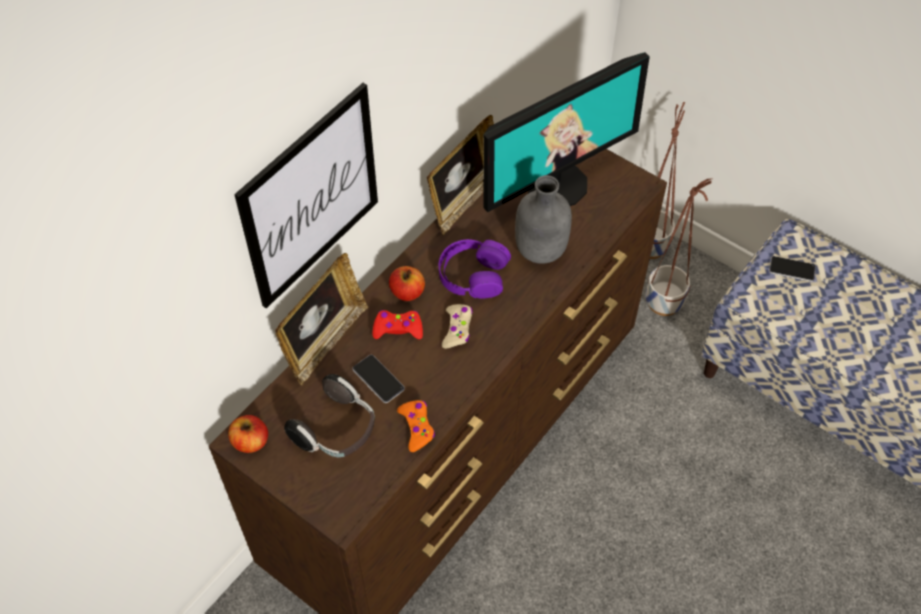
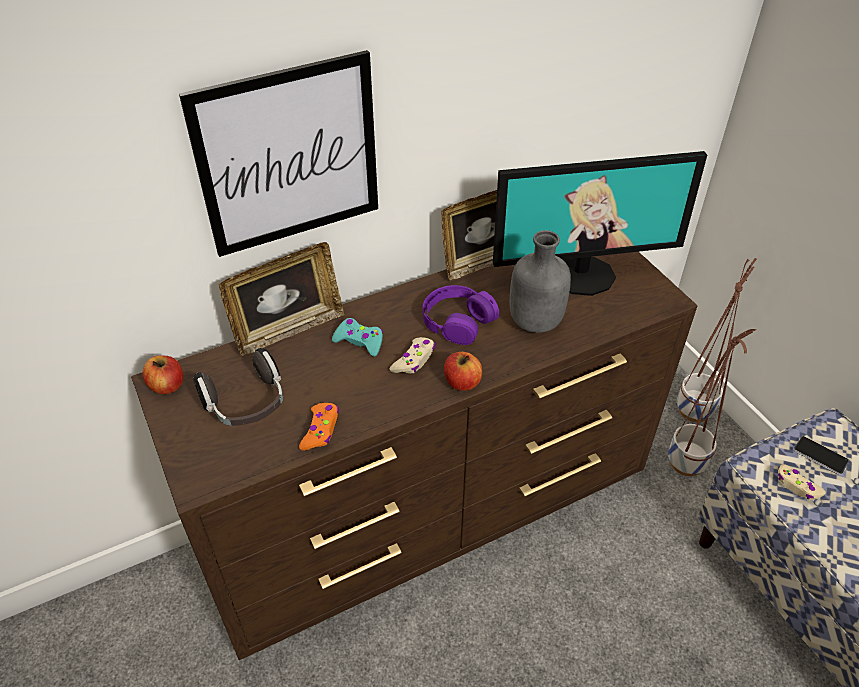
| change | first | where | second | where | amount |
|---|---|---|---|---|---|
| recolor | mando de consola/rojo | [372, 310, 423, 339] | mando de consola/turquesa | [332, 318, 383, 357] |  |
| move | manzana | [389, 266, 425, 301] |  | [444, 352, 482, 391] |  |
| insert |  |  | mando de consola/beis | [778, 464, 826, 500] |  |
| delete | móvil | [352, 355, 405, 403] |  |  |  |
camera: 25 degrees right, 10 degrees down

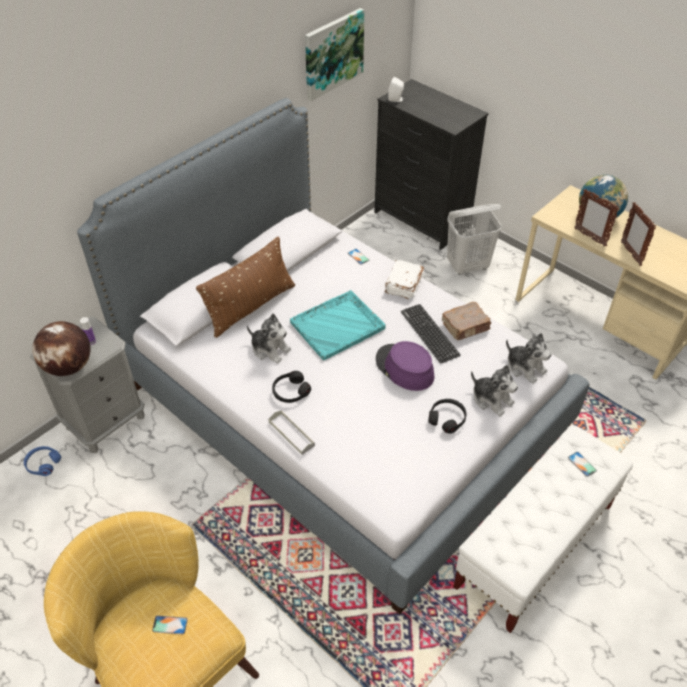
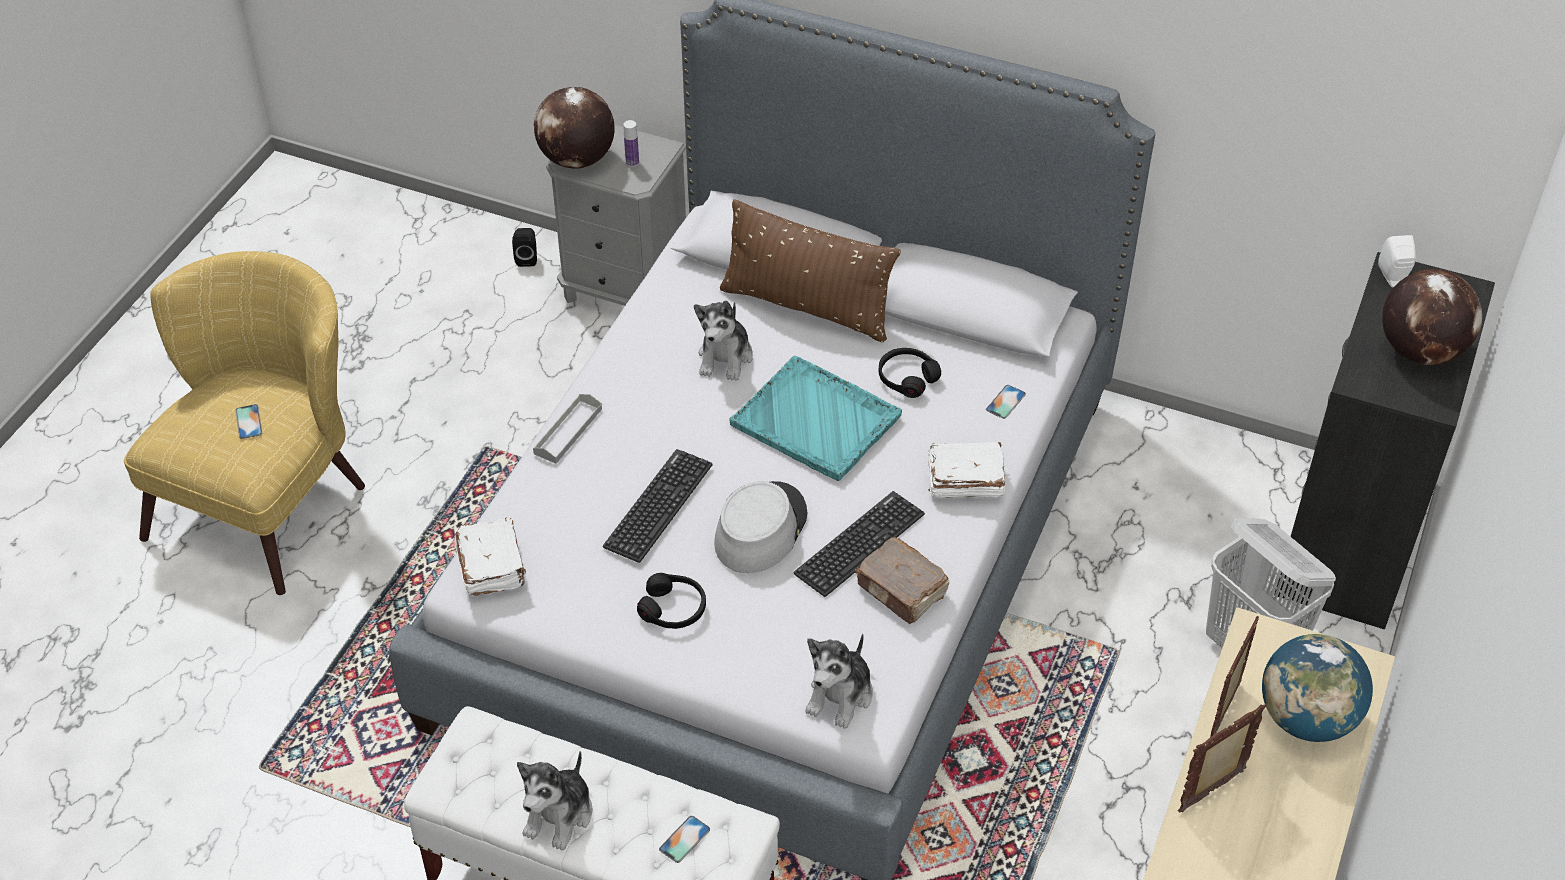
| change | first | where | second | where | amount |
|---|---|---|---|---|---|
| insert |  |  | libro/blanco | [454, 517, 526, 596] |  |
| replace | auriculares/azul | [24, 446, 61, 476] | altavoz/negro | [512, 228, 537, 267] |  |
| move | peluche | [471, 365, 518, 416] |  | [517, 751, 593, 851] |  |
| insert |  |  | teclado | [603, 449, 713, 563] |  |
| recolor | sombrero/morado | [376, 341, 434, 391] | sombrero/gris | [714, 481, 807, 573] |  |
| move | auriculares/negro | [272, 371, 311, 403] |  | [879, 348, 941, 398] |  |
| insert |  |  | globo terráqueo | [1382, 269, 1482, 365] |  |
| delete | cuadro | [305, 8, 364, 101] |  |  |  |
camera: 70 degrees right, 0 degrees up

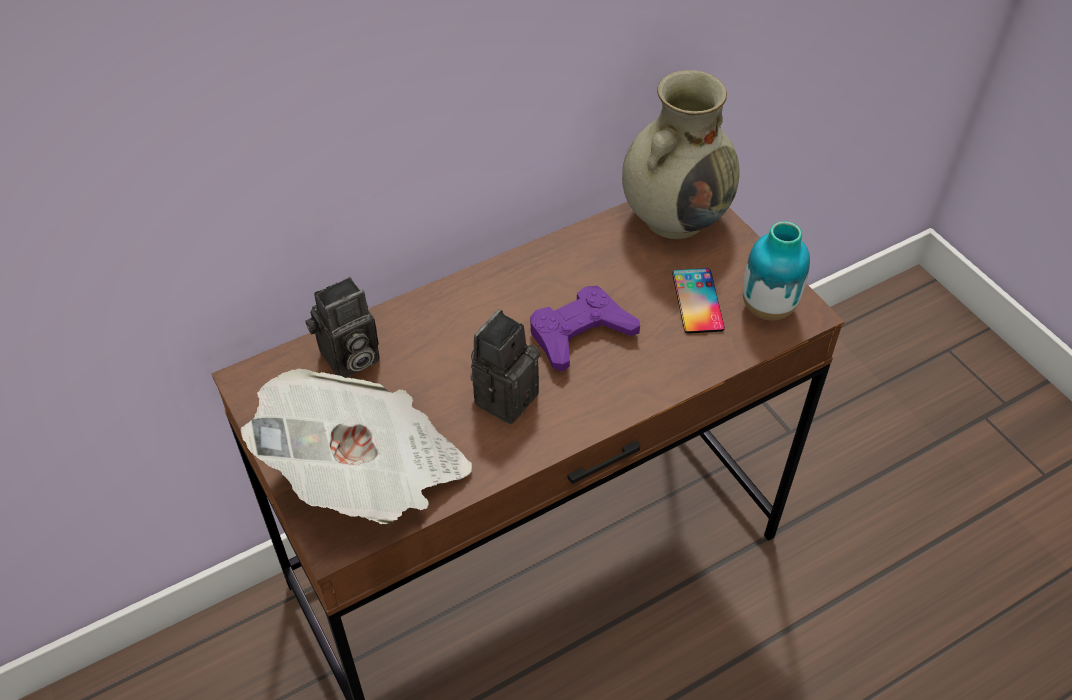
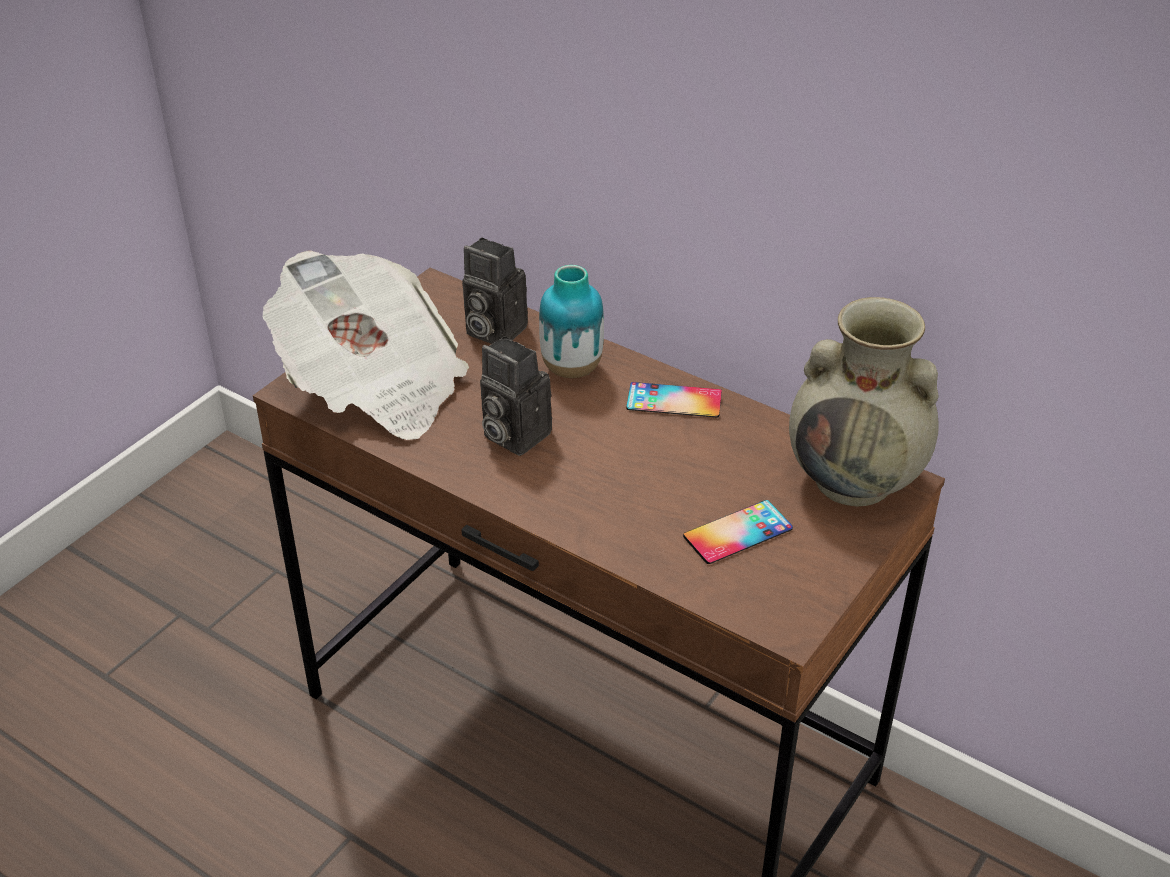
| change | first | where | second | where | amount |
|---|---|---|---|---|---|
| rotate | cámara | [470, 309, 540, 424] |  | [480, 336, 552, 456] | 150 degrees counterclockwise |
| move | florero | [743, 221, 810, 321] |  | [539, 265, 604, 378] |  |
| insert |  |  | móvil | [626, 382, 722, 418] |  |
| delete | mando de consola/morado | [530, 286, 640, 372] |  |  |  |
camera: 65 degrees right, 10 degrees down

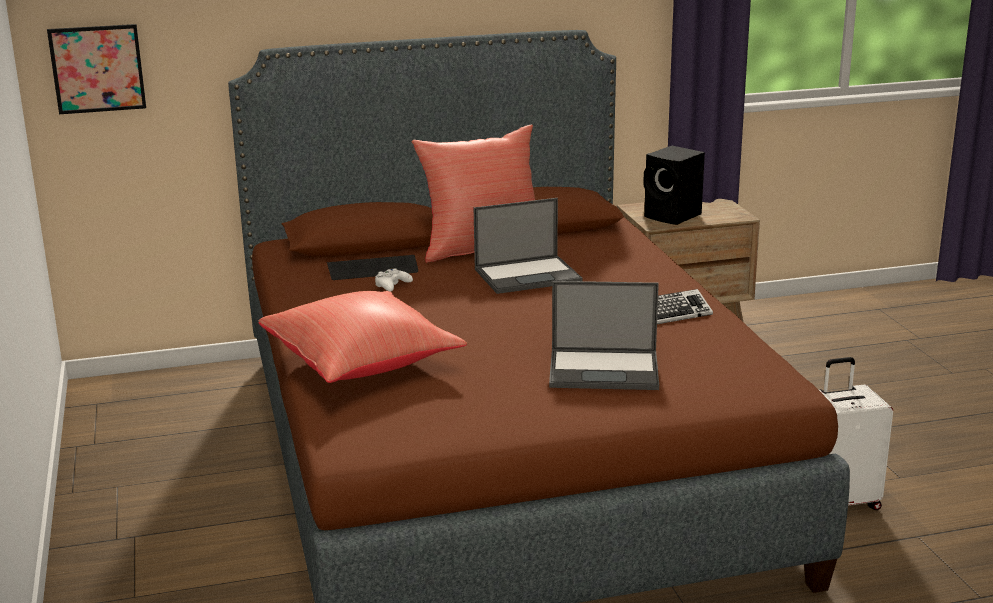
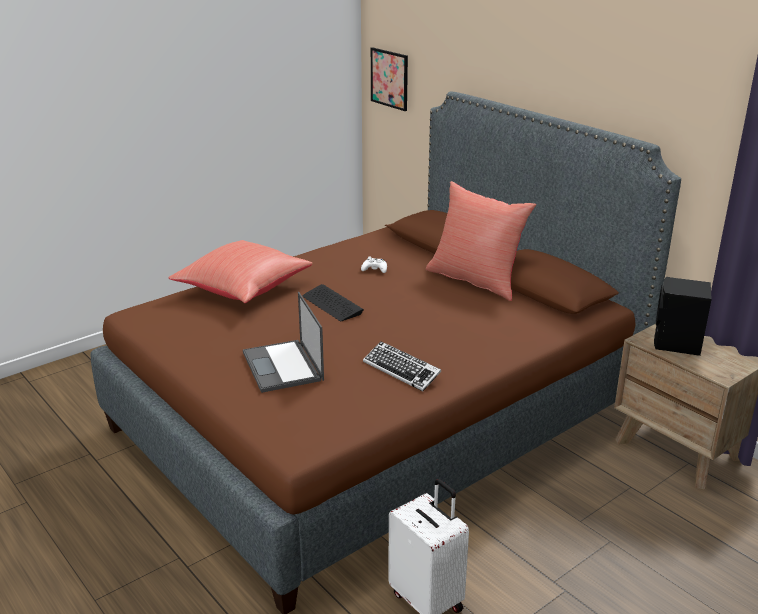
| change | first | where | second | where | amount |
|---|---|---|---|---|---|
| move | teclado | [327, 255, 418, 280] |  | [302, 284, 364, 321] |  |
| delete | portátil | [474, 198, 583, 294] |  |  |  |
camera: 65 degrees right, 5 degrees up

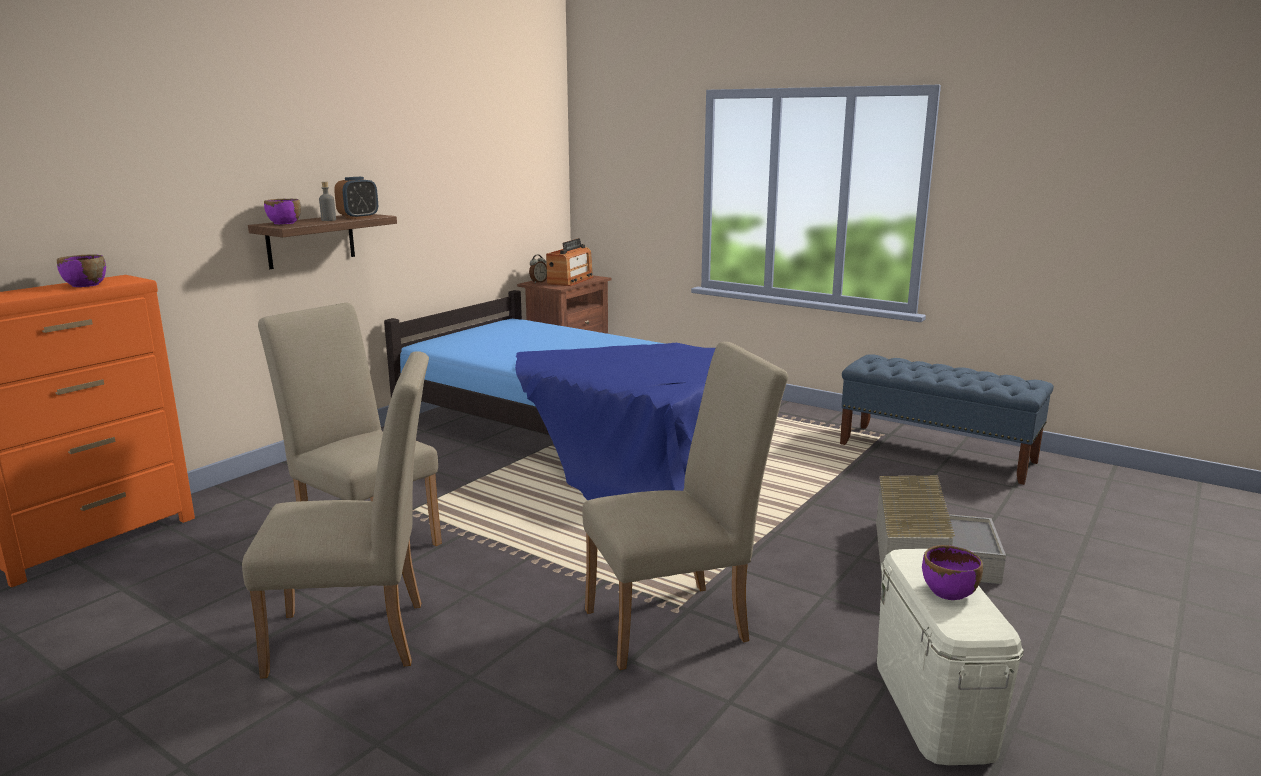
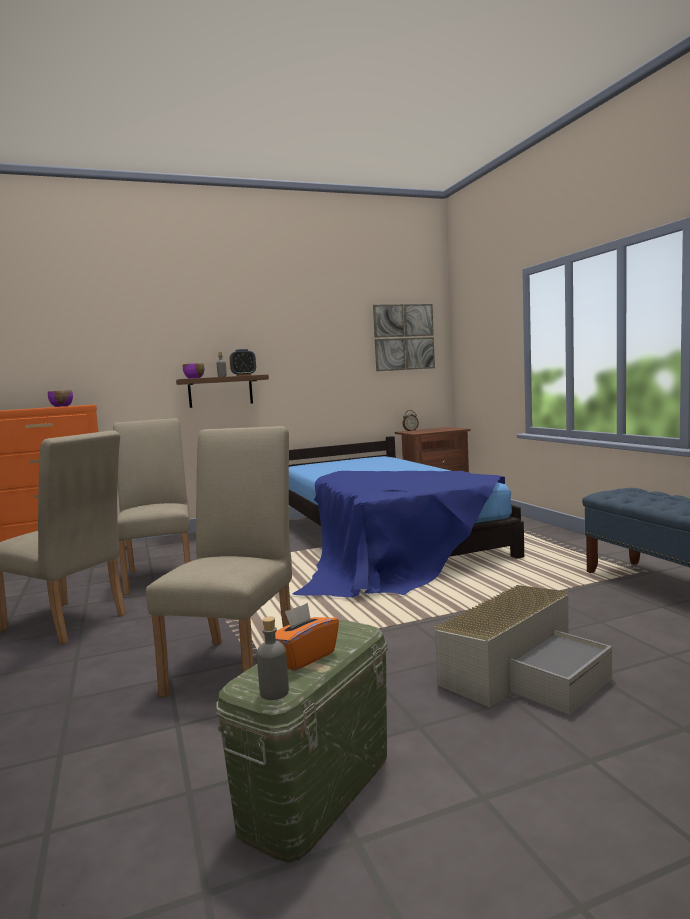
| change | first | where | second | where | amount |
|---|---|---|---|---|---|
| rotate | silla/beis | [583, 342, 788, 670] |  | [146, 426, 292, 697] | 90 degrees counterclockwise |
| recolor | caja de almacenaje/blanco | [877, 549, 1023, 765] | caja de almacenaje/verde | [216, 619, 387, 863] |  |
| insert |  |  | botella/gris | [257, 617, 289, 700] |  |
| replace | cuenco/morado | [922, 545, 983, 600] | caja de pañuelos/naranja | [275, 603, 339, 671] |  |
| insert |  |  | cuadro | [373, 304, 435, 371] |  |
| delete | radio | [546, 238, 593, 286] |  |  |  |
camera: 35 degrees right, 10 degrees down

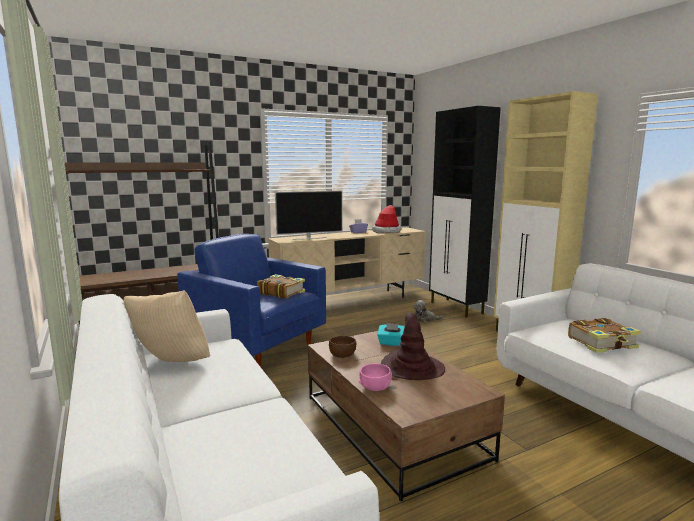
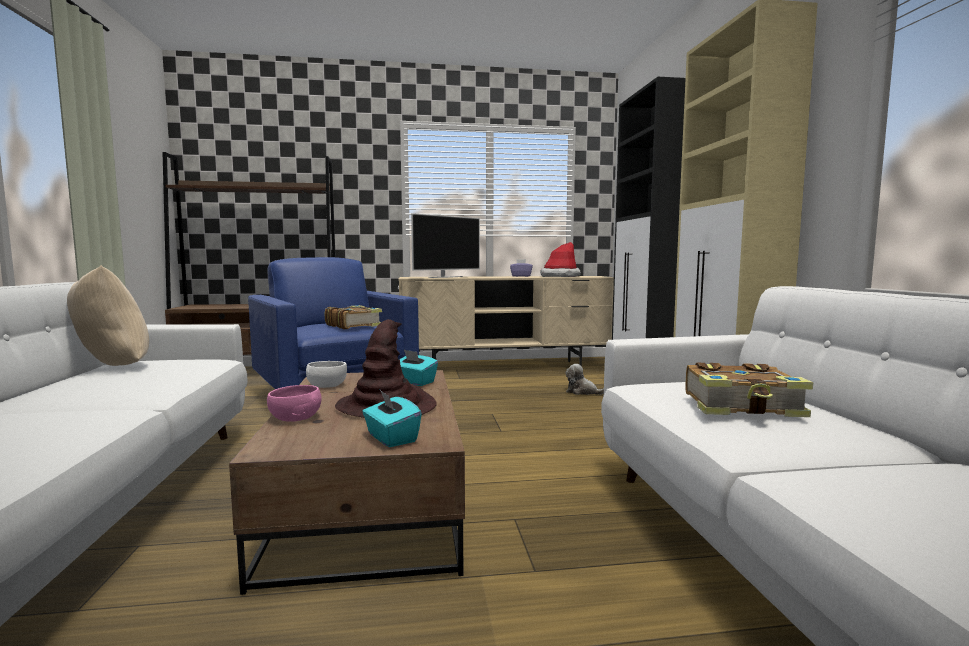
| change | first | where | second | where | amount |
|---|---|---|---|---|---|
| recolor | cuenco/marrón | [329, 336, 356, 358] | cuenco/blanco | [306, 361, 347, 388] |  |
| insert |  |  | caja de pañuelos/turquesa | [363, 390, 422, 447] |  |
| rotate | televisor | [275, 191, 343, 240] |  | [411, 213, 480, 278] | 45 degrees counterclockwise |
camera: 20 degrees right, 5 degrees down

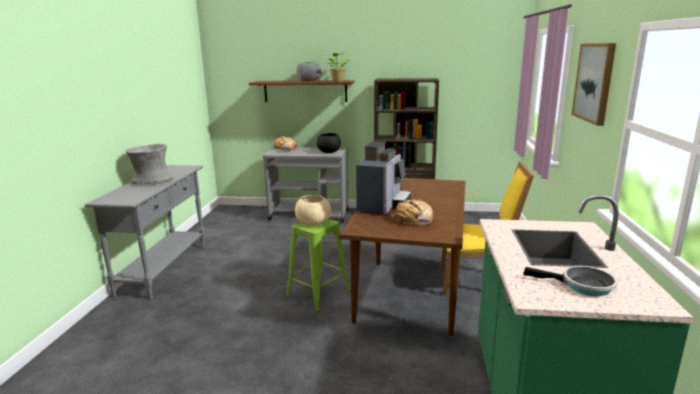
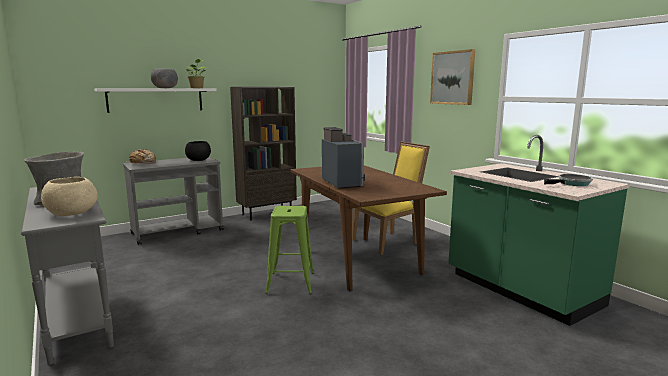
| change | first | where | second | where | amount |
|---|---|---|---|---|---|
| move | cuenco/beis | [295, 195, 331, 226] |  | [41, 177, 98, 216] |  |
| recolor | estante/marrón | [249, 80, 355, 102] | estante/blanco | [94, 89, 217, 113] |  |
| delete | pan | [390, 199, 433, 225] |  |  |  |
camera: 40 degrees left, 5 degrees down

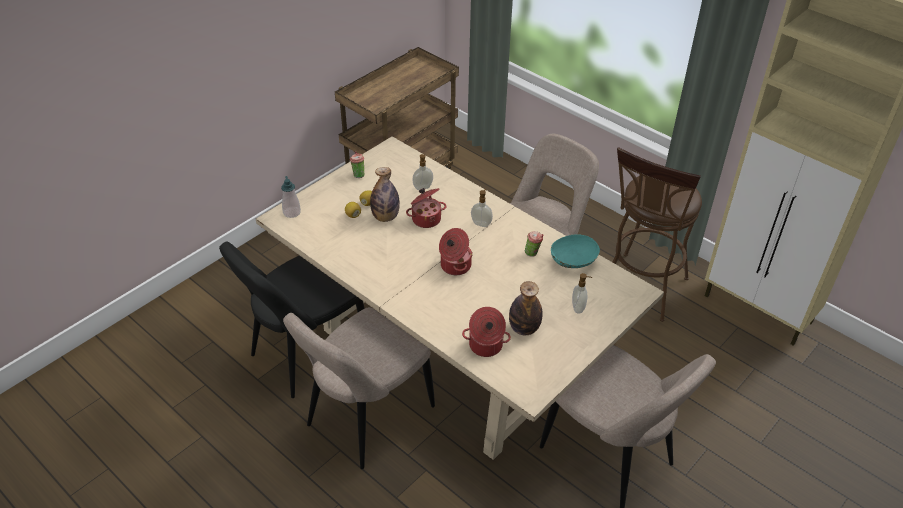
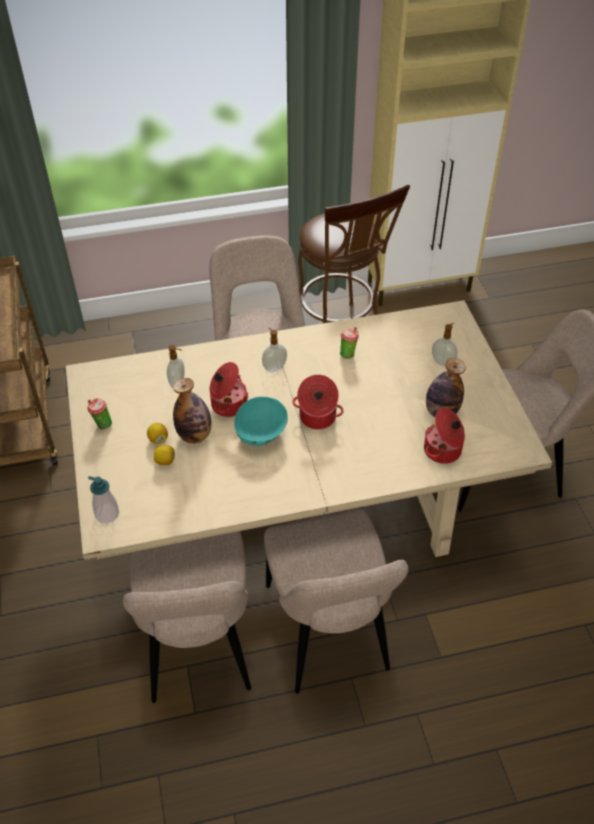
| change | first | where | second | where | amount |
|---|---|---|---|---|---|
| recolor | silla/negro | [219, 241, 365, 398] | silla/beis | [123, 531, 251, 703] |  |
| move | cuenco/turquesa | [551, 234, 600, 268] |  | [234, 397, 288, 446] |  |
camera: 55 degrees left, 5 degrees up

